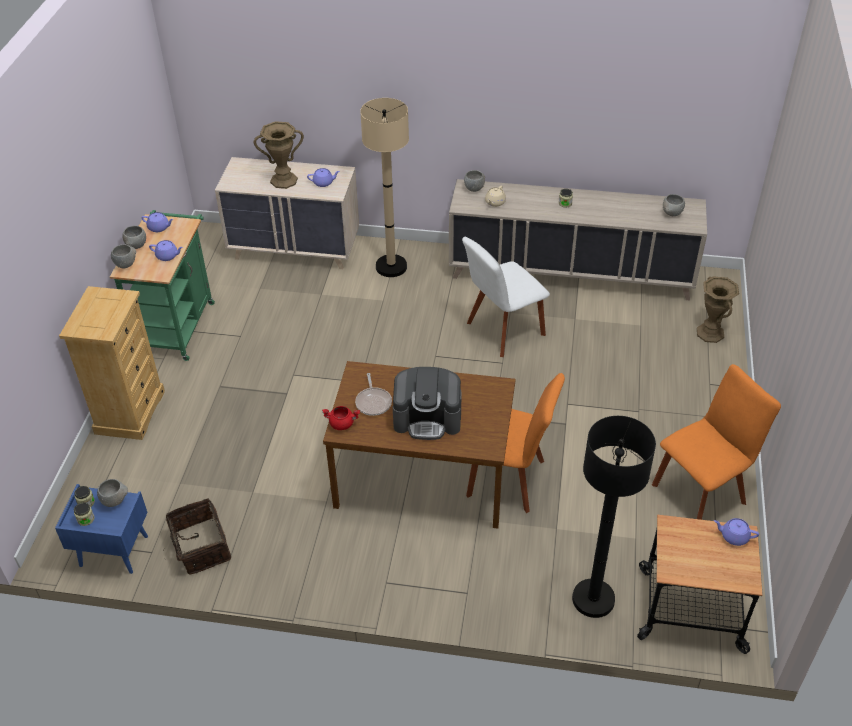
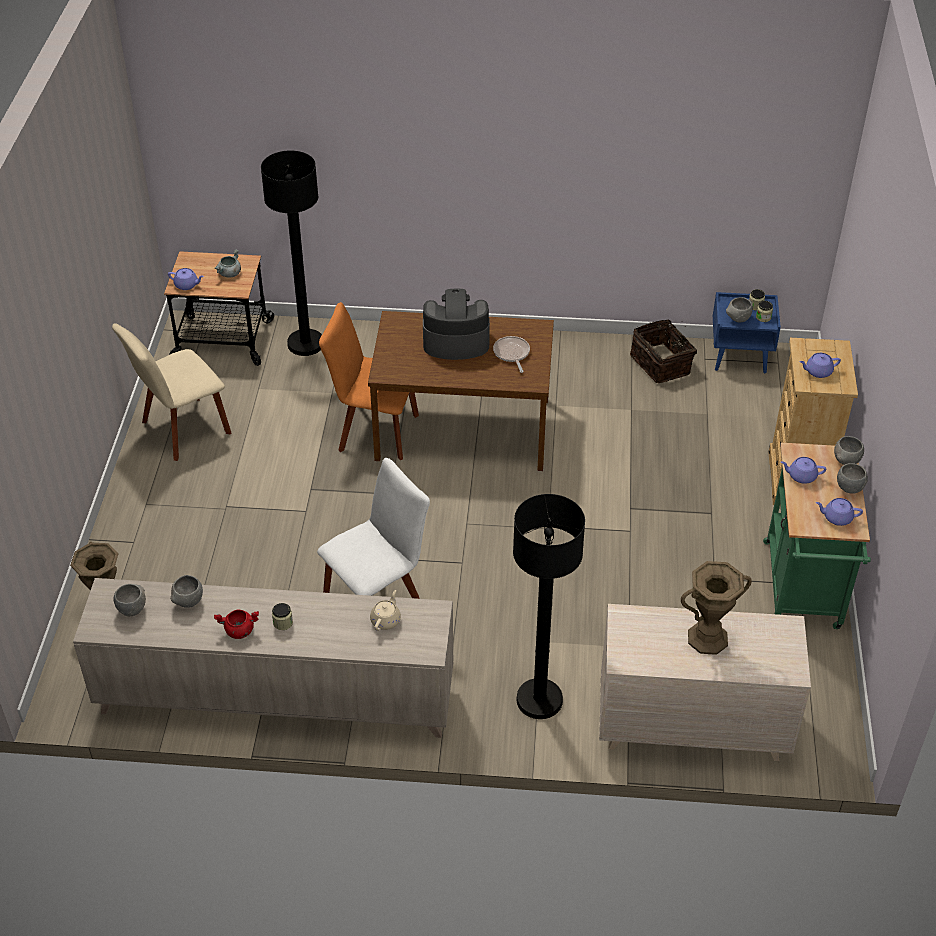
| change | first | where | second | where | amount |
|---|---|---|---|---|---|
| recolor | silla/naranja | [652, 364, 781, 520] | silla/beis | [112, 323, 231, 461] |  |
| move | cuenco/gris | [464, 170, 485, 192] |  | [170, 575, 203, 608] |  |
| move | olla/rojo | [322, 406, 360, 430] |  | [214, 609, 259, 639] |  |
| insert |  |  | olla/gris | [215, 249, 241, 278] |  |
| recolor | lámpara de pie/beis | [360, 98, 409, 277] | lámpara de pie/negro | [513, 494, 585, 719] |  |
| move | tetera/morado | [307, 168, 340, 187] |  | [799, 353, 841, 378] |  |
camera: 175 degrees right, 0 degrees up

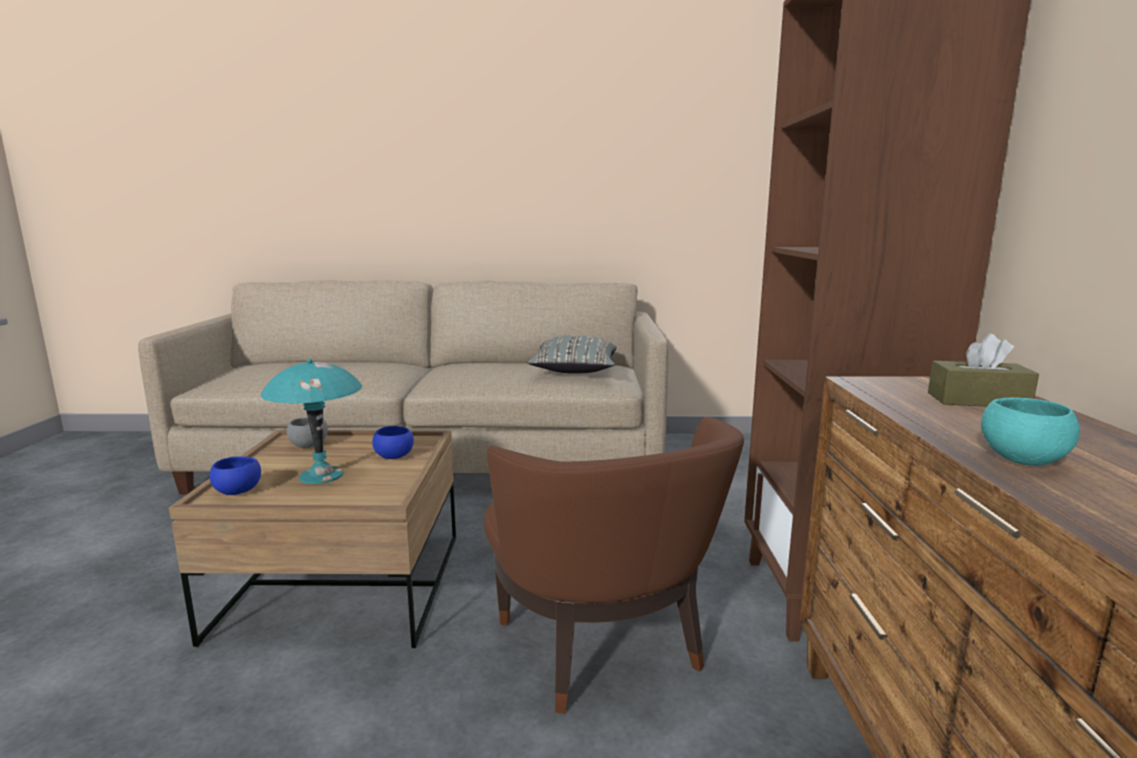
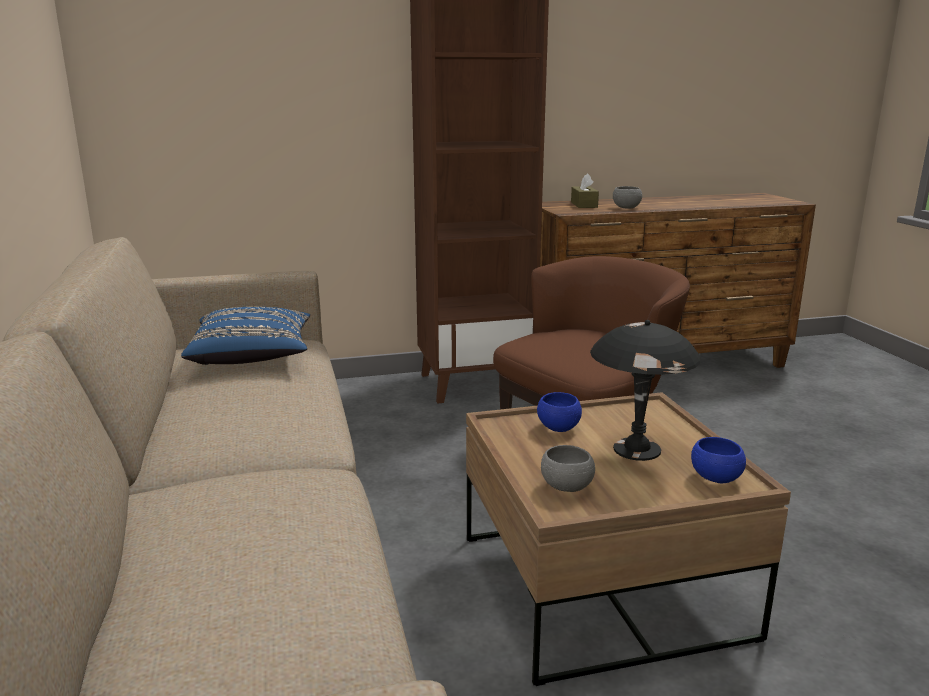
| change | first | where | second | where | amount |
|---|---|---|---|---|---|
| recolor | cojín/gris | [528, 336, 617, 374] | cojín/azul | [181, 307, 310, 365] |  |
| recolor | lámpara de mesa/turquesa | [261, 358, 362, 484] | lámpara de mesa/negro | [590, 320, 701, 461] |  |
| insert |  |  | cuenco/gris | [613, 186, 642, 209] |  |
| delete | cuenco/turquesa | [981, 397, 1080, 466] |  |  |  |
camera: 105 degrees left, 5 degrees up

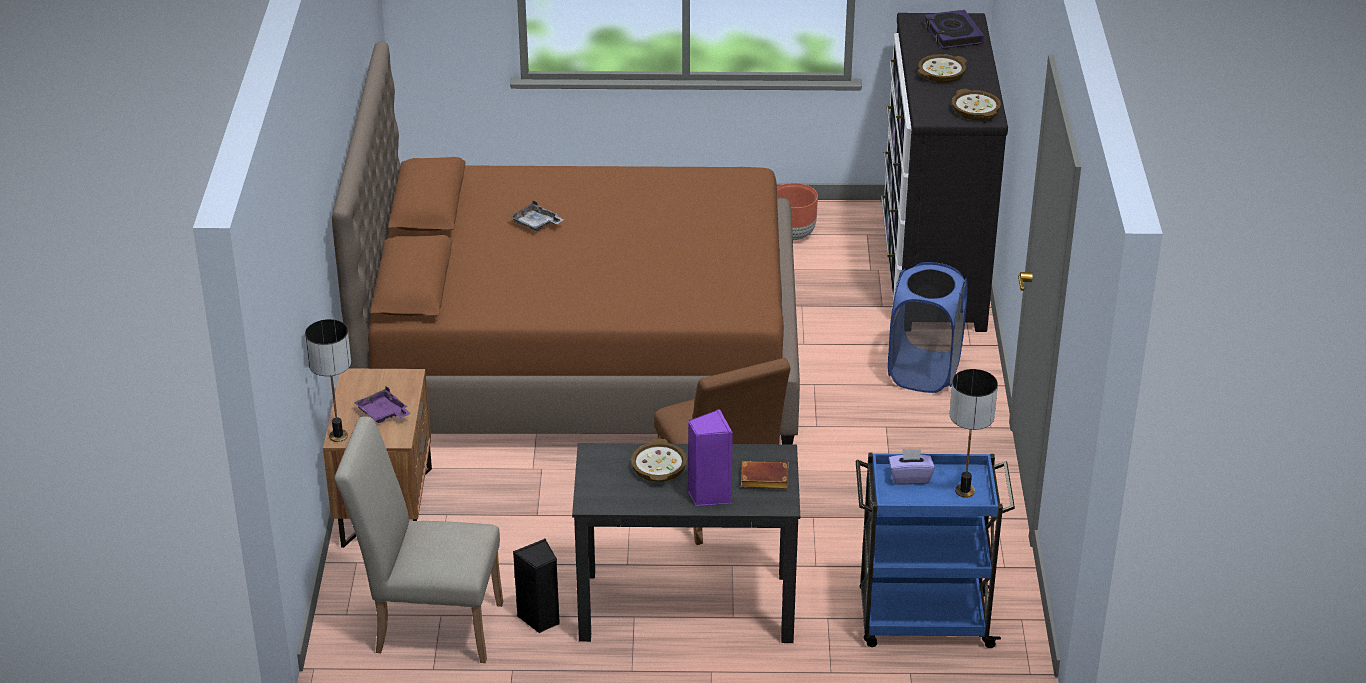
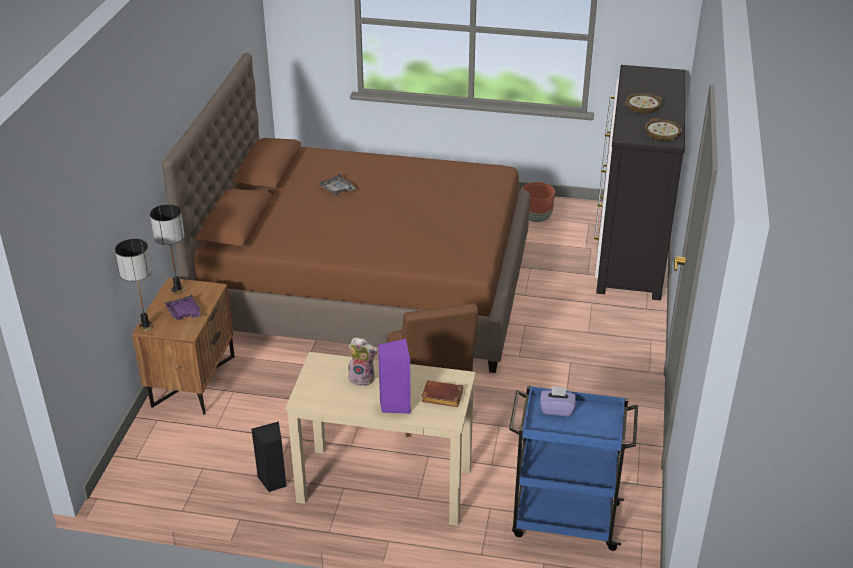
| change | first | where | second | where | amount |
|---|---|---|---|---|---|
| move | lámpara de mesa | [950, 369, 998, 498] |  | [150, 204, 185, 294] |  |
| recolor | escritorio/negro | [572, 443, 800, 643] | escritorio/beis | [285, 352, 476, 526] |  |
| replace | cuenco | [631, 439, 687, 482] | peluche | [348, 337, 378, 386] |  |
| delete | silla/beis | [335, 416, 503, 663] |  |  |  |
| delete | cesto de la ropa/azul | [888, 262, 968, 393] |  |  |  |
| delete | libro | [924, 10, 984, 49] |  |  |  |
camera: 10 degrees right, 0 degrees up

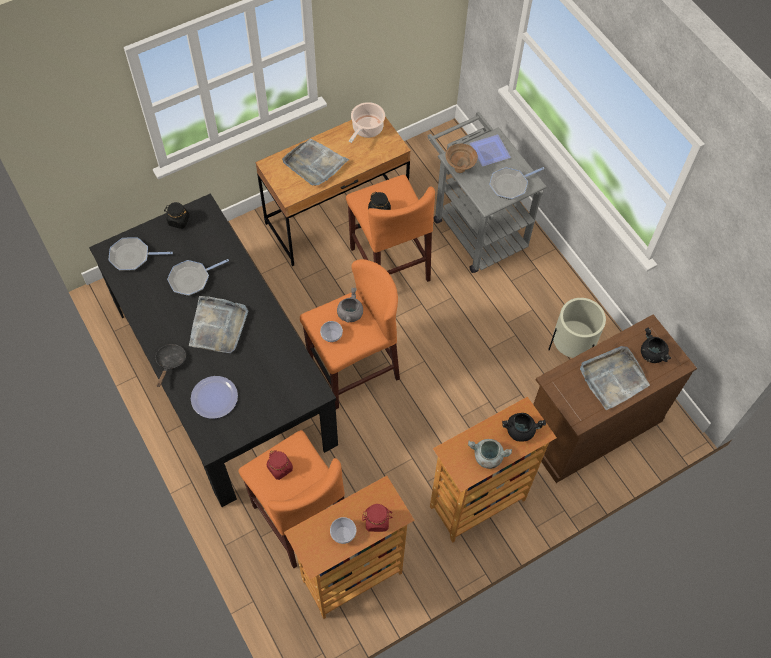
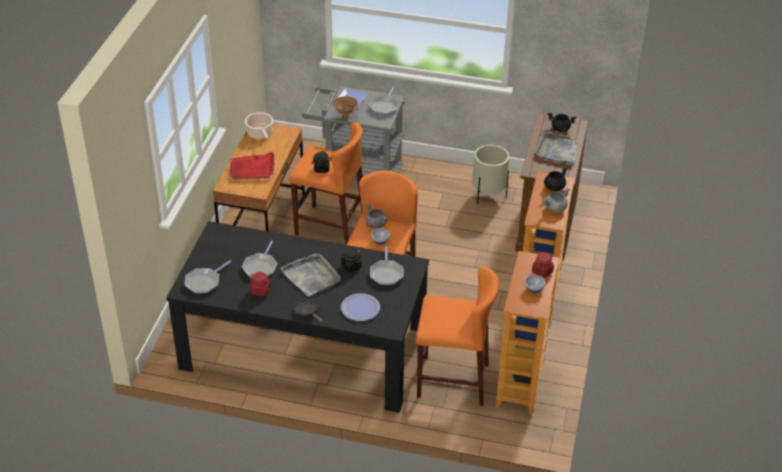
| change | first | where | second | where | amount |
|---|---|---|---|---|---|
| recolor | bandeja/gris | [282, 138, 349, 186] | bandeja/rojo | [230, 152, 275, 179] |  |
| move | tarro/rojo | [267, 450, 293, 480] |  | [249, 272, 271, 296] |  |
| move | tarro/negro | [164, 202, 190, 229] |  | [341, 248, 362, 272] |  |
| insert |  |  | sartén | [370, 246, 404, 285] |  |
camera: 45 degrees left, 20 degrees down

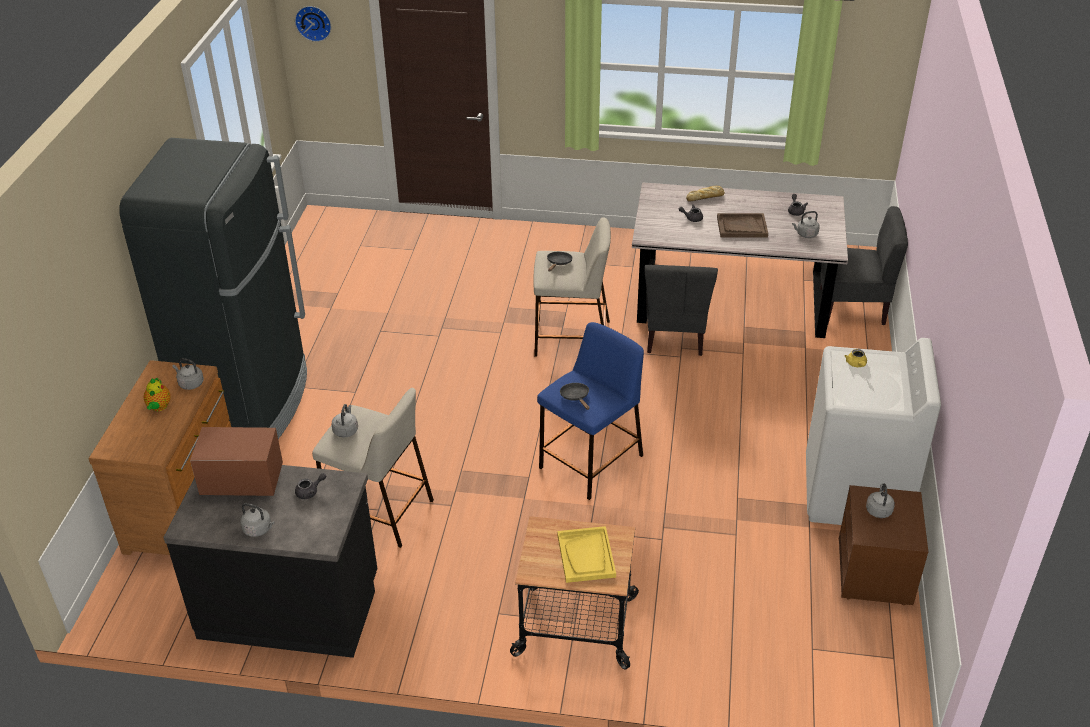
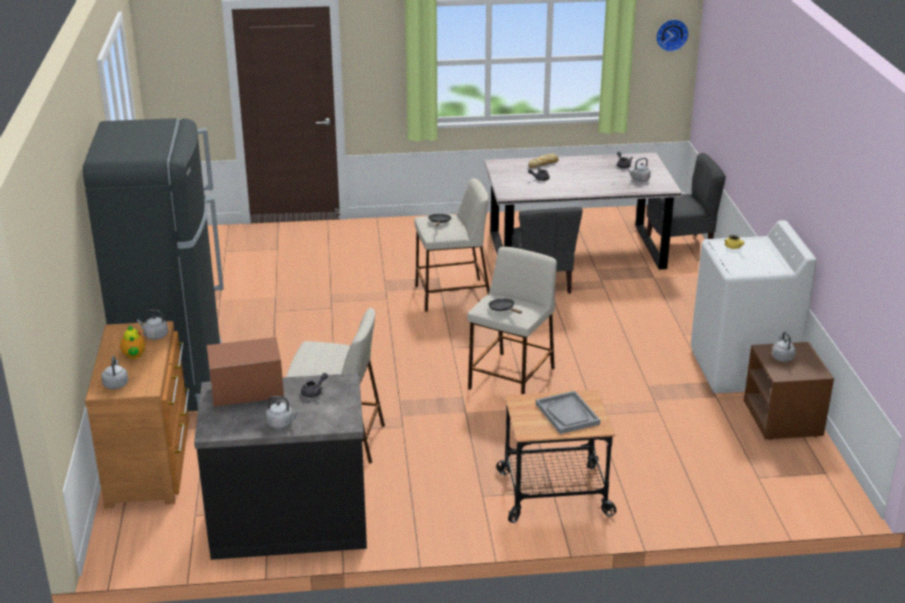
| change | first | where | second | where | amount |
|---|---|---|---|---|---|
| move | hervidor/gris | [332, 404, 358, 437] |  | [101, 356, 128, 390] |  |
| recolor | taburete/azul | [537, 322, 644, 500] | taburete/beis | [467, 247, 557, 394] |  |
| recolor | bandeja/amarillo | [557, 526, 616, 583] | bandeja/gris | [536, 391, 600, 434] |  |
| move | reloj de pared | [295, 6, 331, 42] |  | [656, 19, 689, 52] |  |
| delete | bandeja/marrón | [717, 213, 768, 238] |  |  |  |
camera: 15 degrees left, 10 degrees down

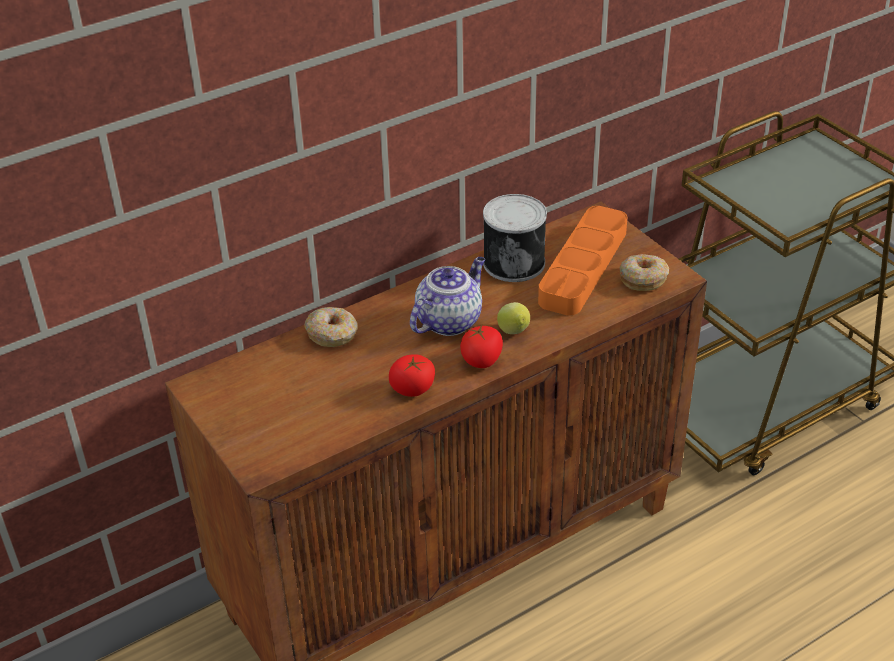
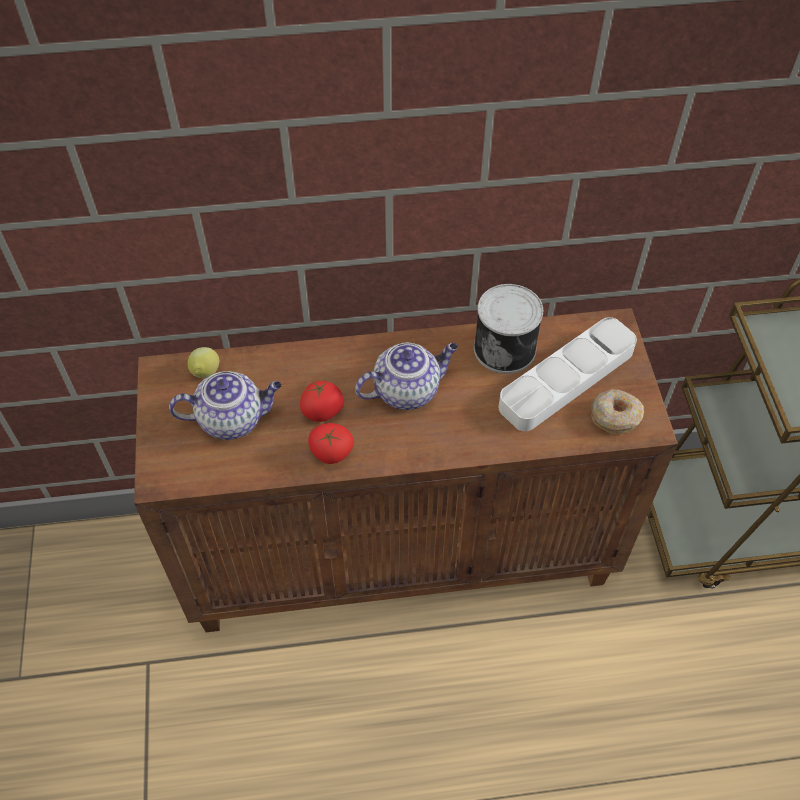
| change | first | where | second | where | amount |
|---|---|---|---|---|---|
| insert |  |  | tetera | [169, 371, 282, 440] |  |
| move | limón | [497, 302, 530, 334] |  | [188, 347, 219, 378] |  |
| move | tomate | [460, 325, 503, 368] |  | [300, 381, 344, 422] |  |
| recolor | bandeja/naranja | [538, 206, 627, 316] | bandeja/blanco | [499, 317, 637, 431] |  |
| delete | rosquilla | [304, 307, 358, 347] |  |  |  |
camera: 25 degrees right, 15 degrees up

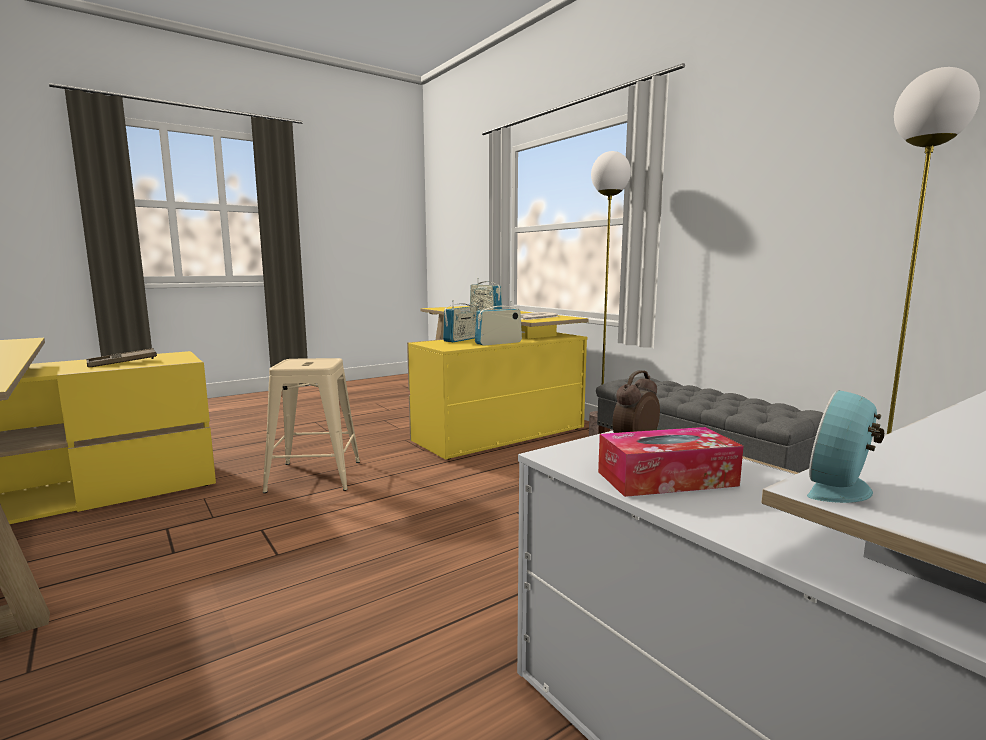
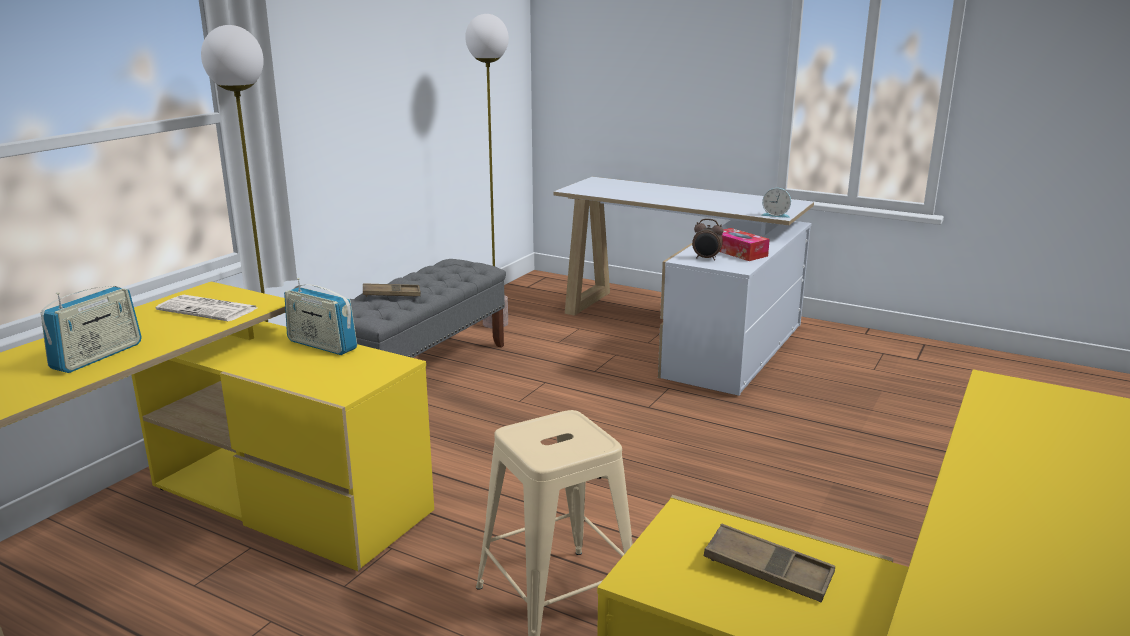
| change | first | where | second | where | amount |
|---|---|---|---|---|---|
| insert |  |  | bandeja/marrón | [363, 283, 421, 297] |  |
| delete | radio | [443, 300, 479, 342] |  |  |  |
camera: 115 degrees left, 10 degrees up

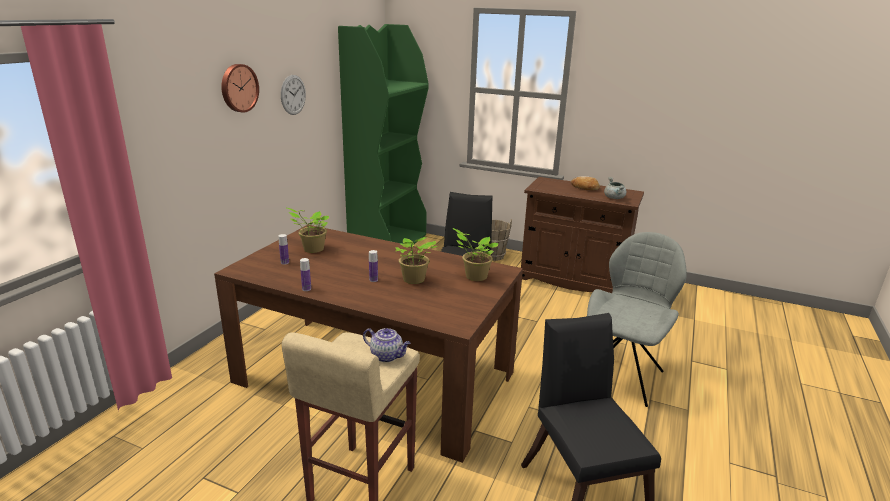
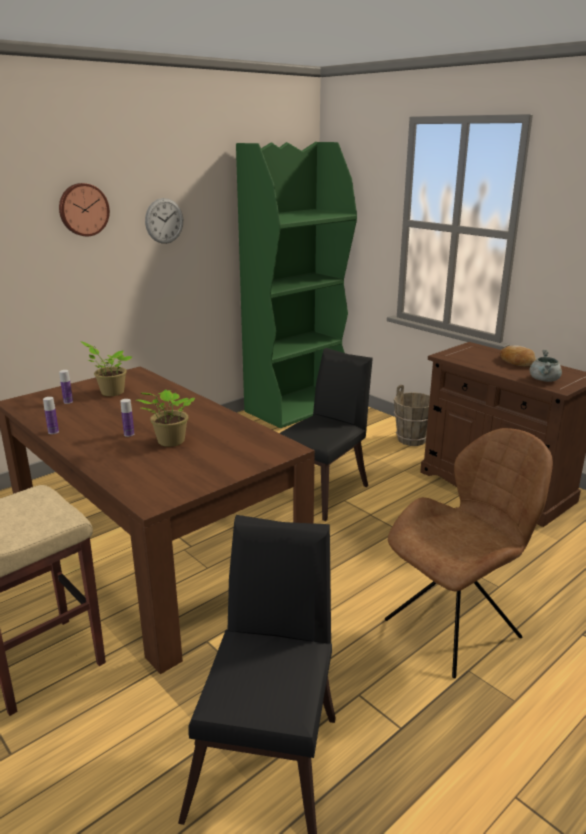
| change | first | where | second | where | amount |
|---|---|---|---|---|---|
| recolor | silla/gris | [587, 232, 687, 407] | silla/marrón | [385, 428, 553, 678] |  |
| delete | tetera | [363, 328, 410, 362] |  |  |  |
| delete | planta en maceta | [453, 228, 498, 281] |  |  |  |
camera: 25 degrees right, 0 degrees up

